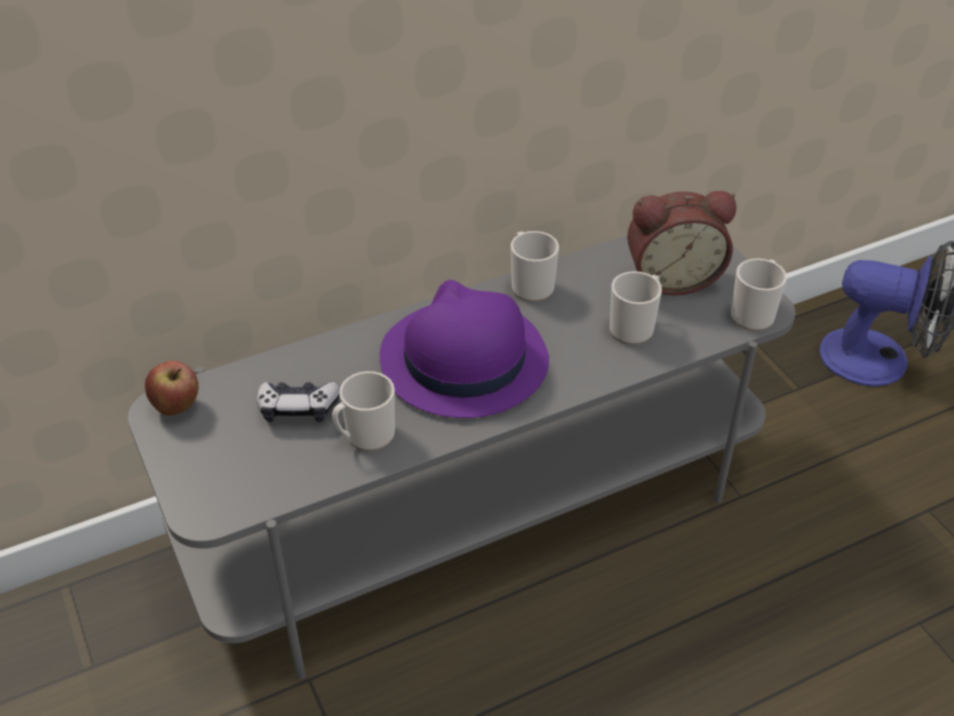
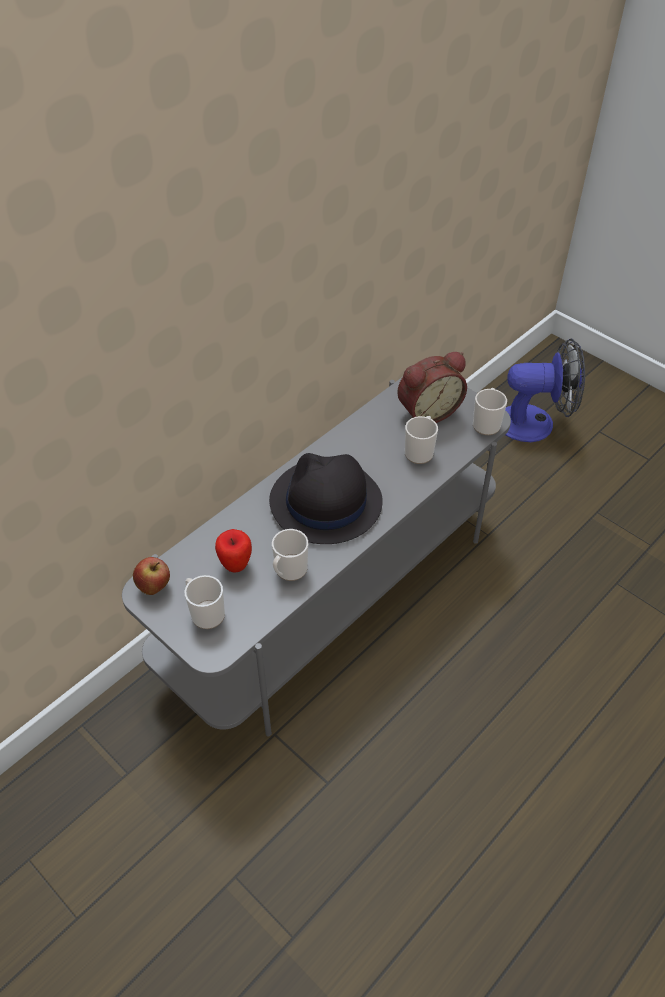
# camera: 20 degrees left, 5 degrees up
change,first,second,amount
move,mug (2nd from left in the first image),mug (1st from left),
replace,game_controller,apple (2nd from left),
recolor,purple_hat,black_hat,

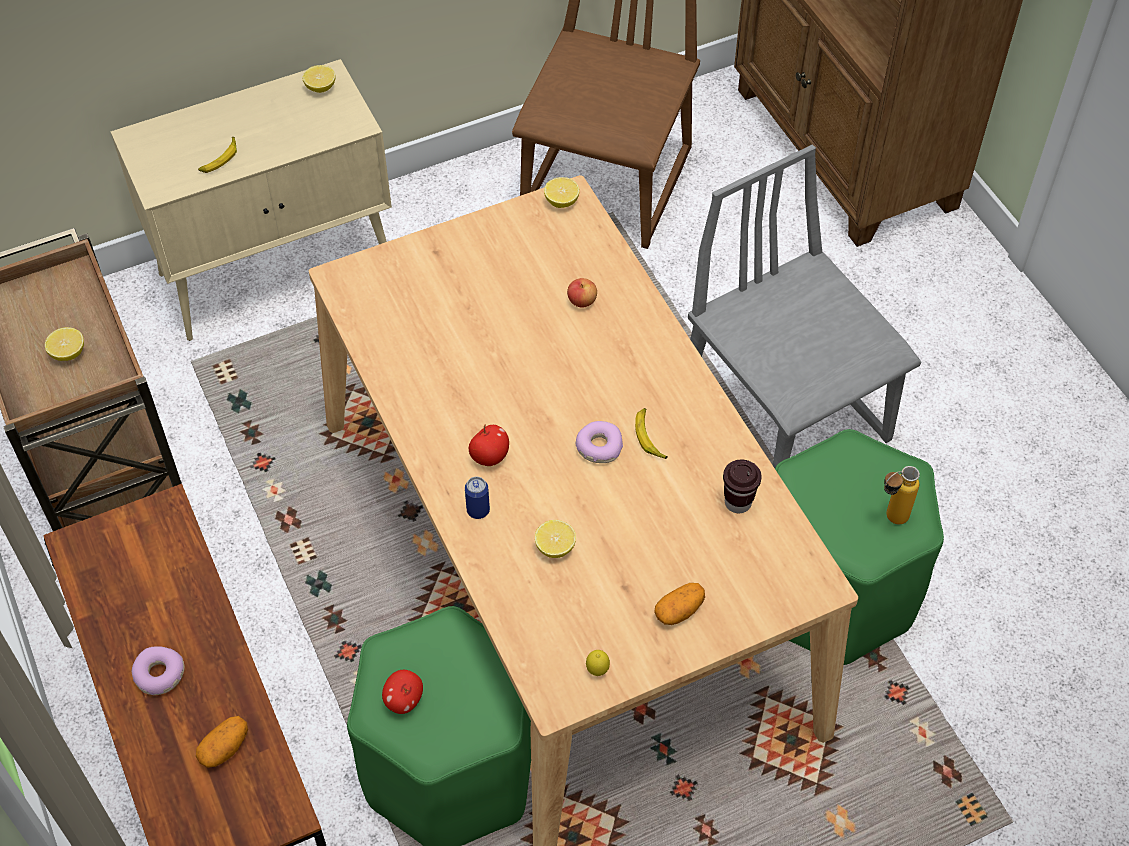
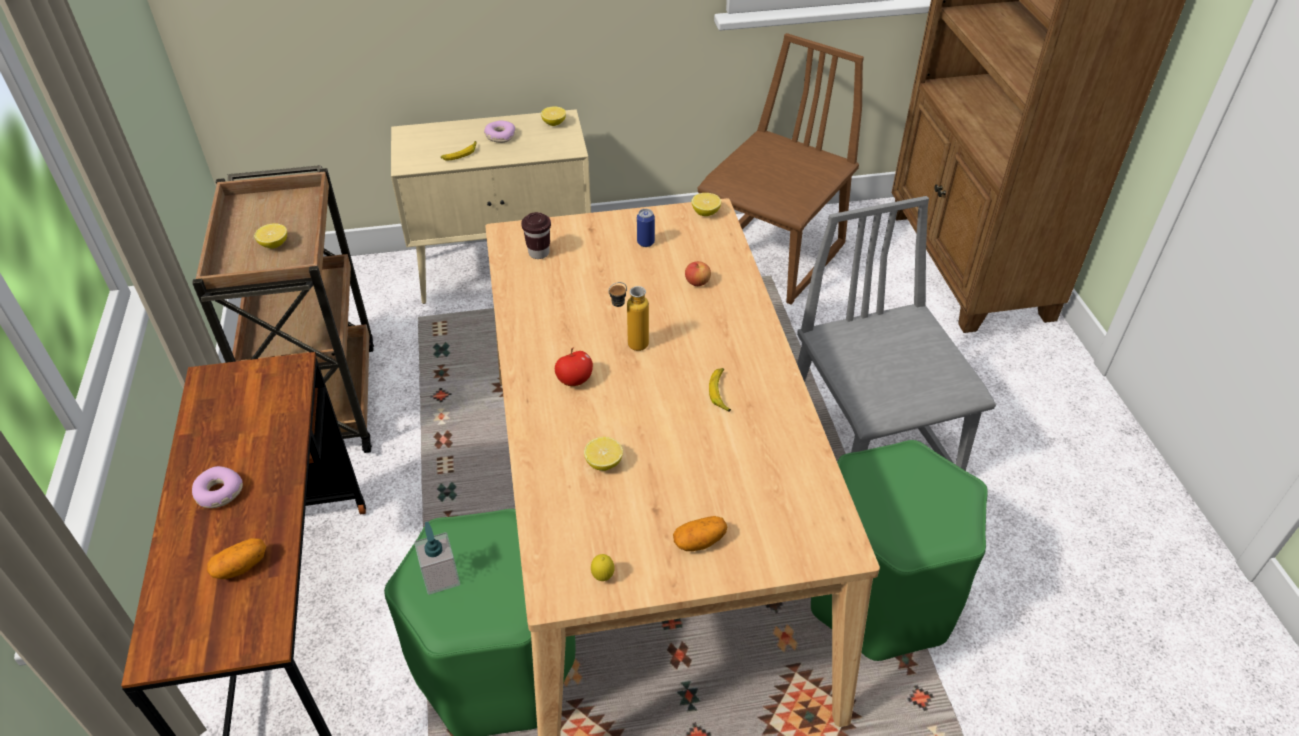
# camera: 15 degrees right, 10 degrees down
change,first,second,amount
replace,apple (1st from left),soap_dispenser,
move,donut (2nd from left),,
move,brown_cup,,
move,bottle,,
move,can,,

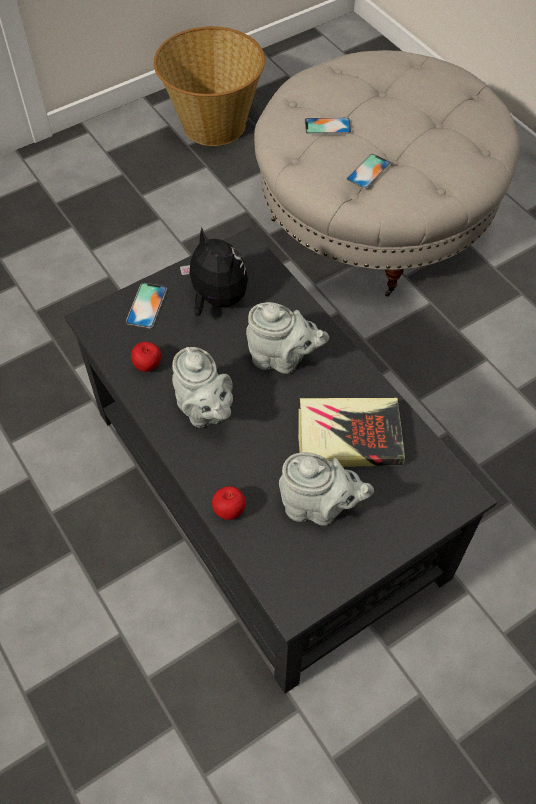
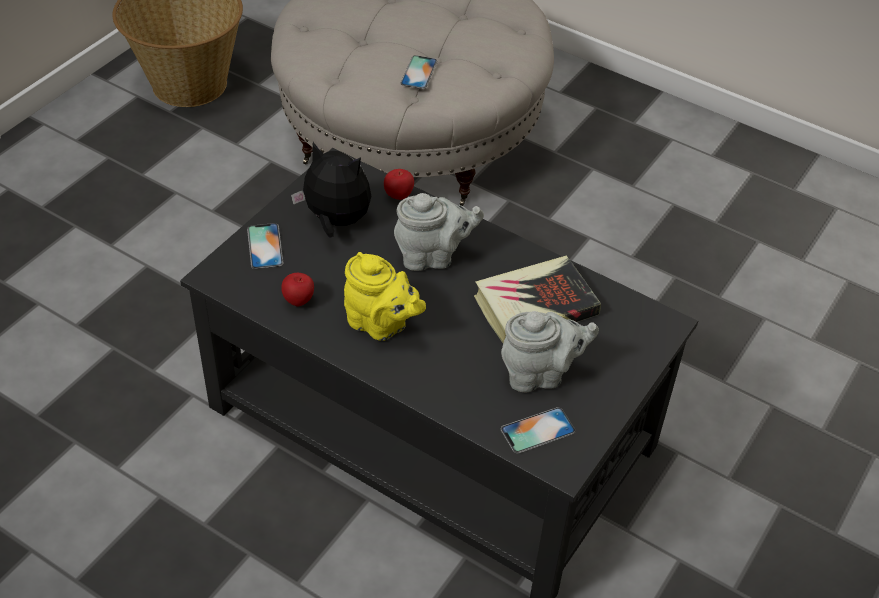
# camera: 25 degrees left, 10 degrees down
change,first,second,amount
recolor,grey_teapot (1st from left),yellow_teapot,
move,apple (2nd from left),,
move,phone (2nd from left in the first image),phone (3rd from left),

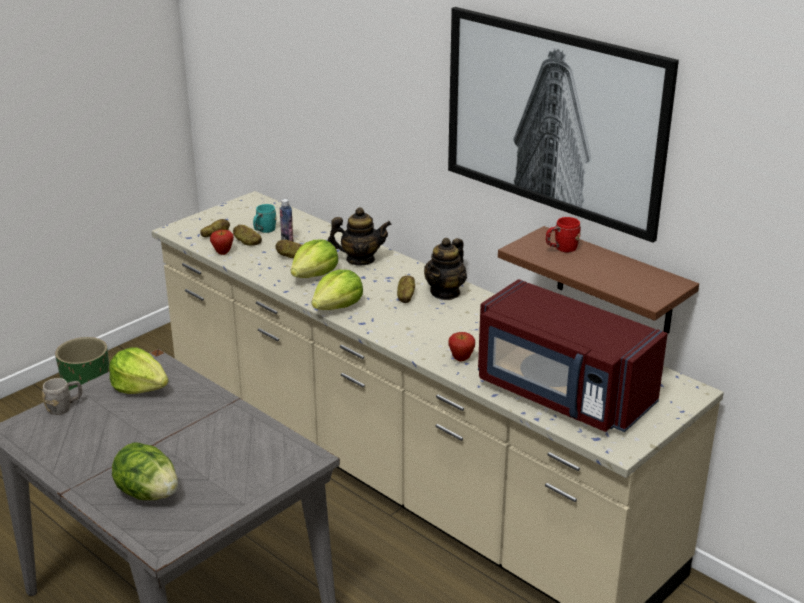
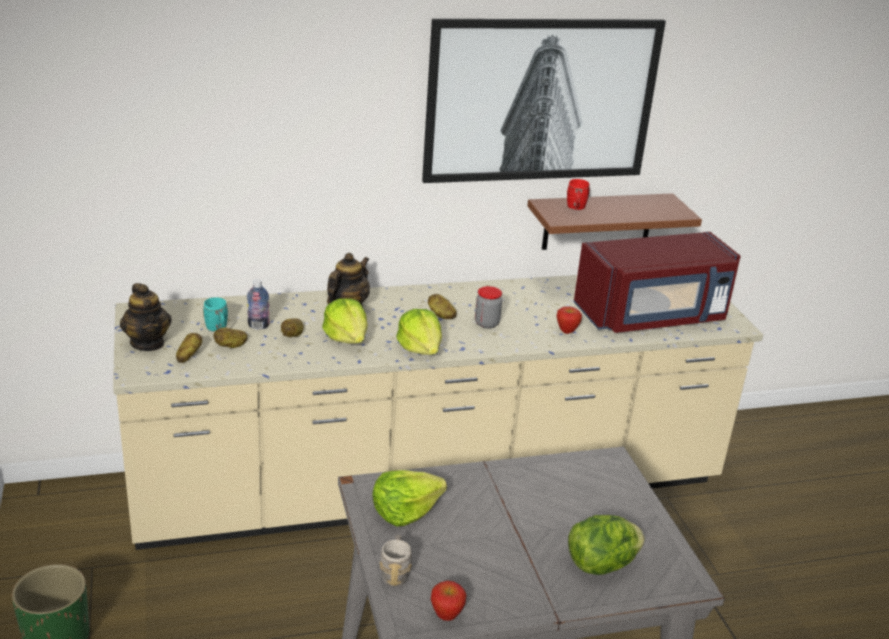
# camera: 60 degrees left, 0 degrees up
change,first,second,amount
move,teapot (2nd from left in the first image),teapot (1st from left),
move,apple (1st from left),,
insert,,jar,

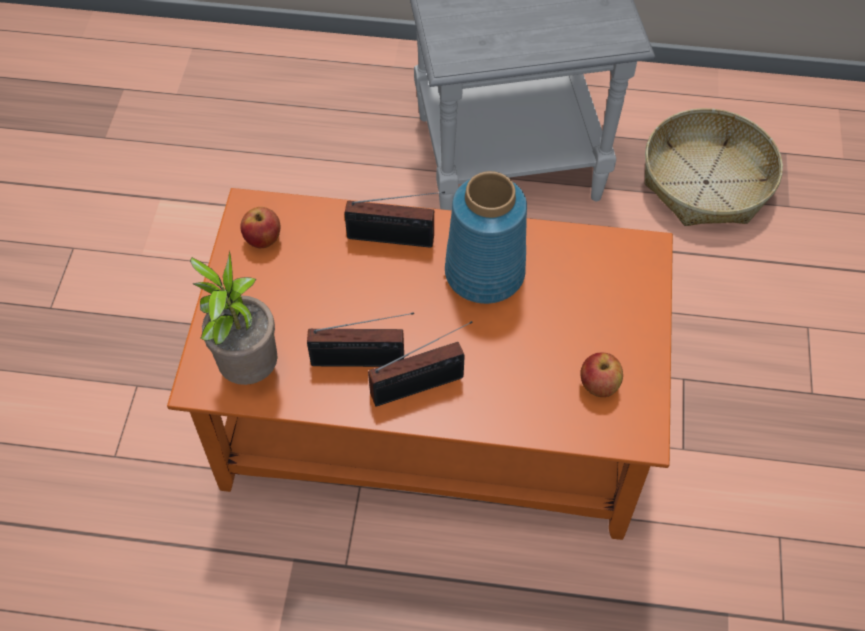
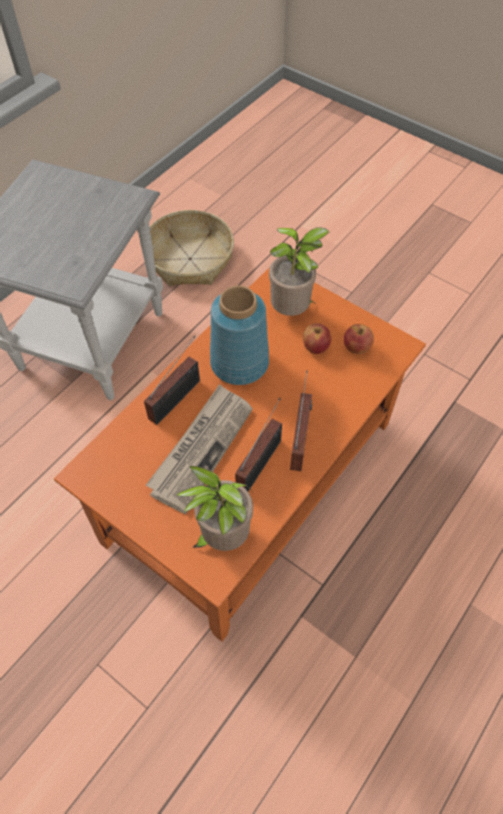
# camera: 60 degrees left, 0 degrees up
change,first,second,amount
insert,,newspaper,
insert,,potted_plant (2nd from left),
move,apple (1st from left),,

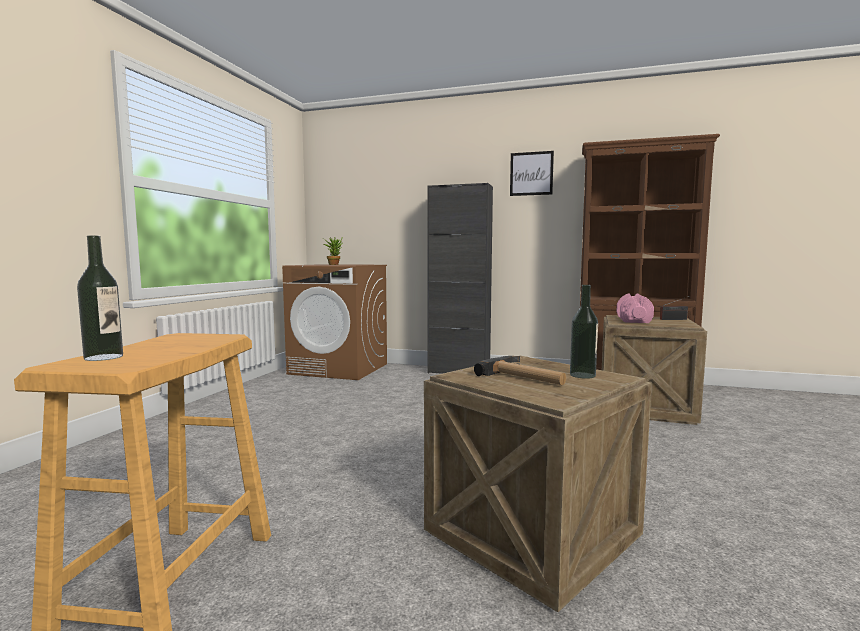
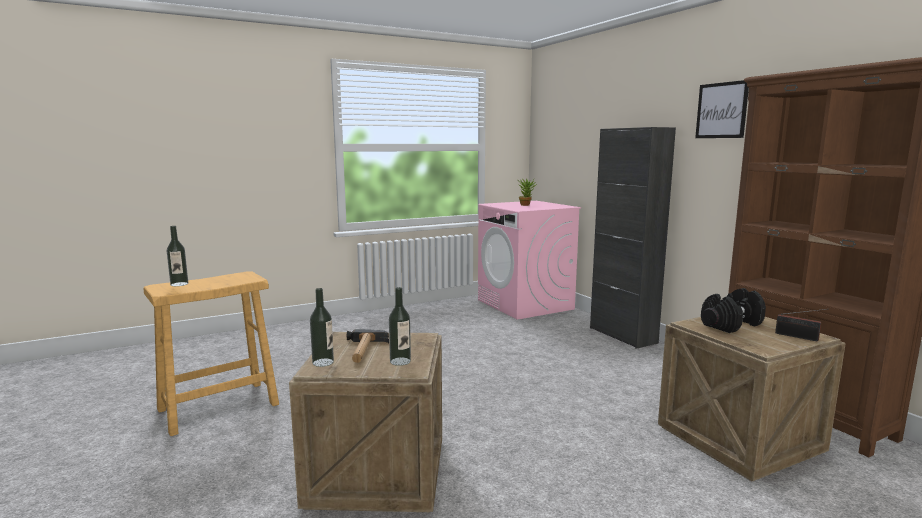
# camera: 45 degrees right, 5 degrees up
change,first,second,amount
insert,,bottle (2nd from left),
recolor,brown_washing_machine,pink_washing_machine,
recolor,pink_dumbbell,black_dumbbell,

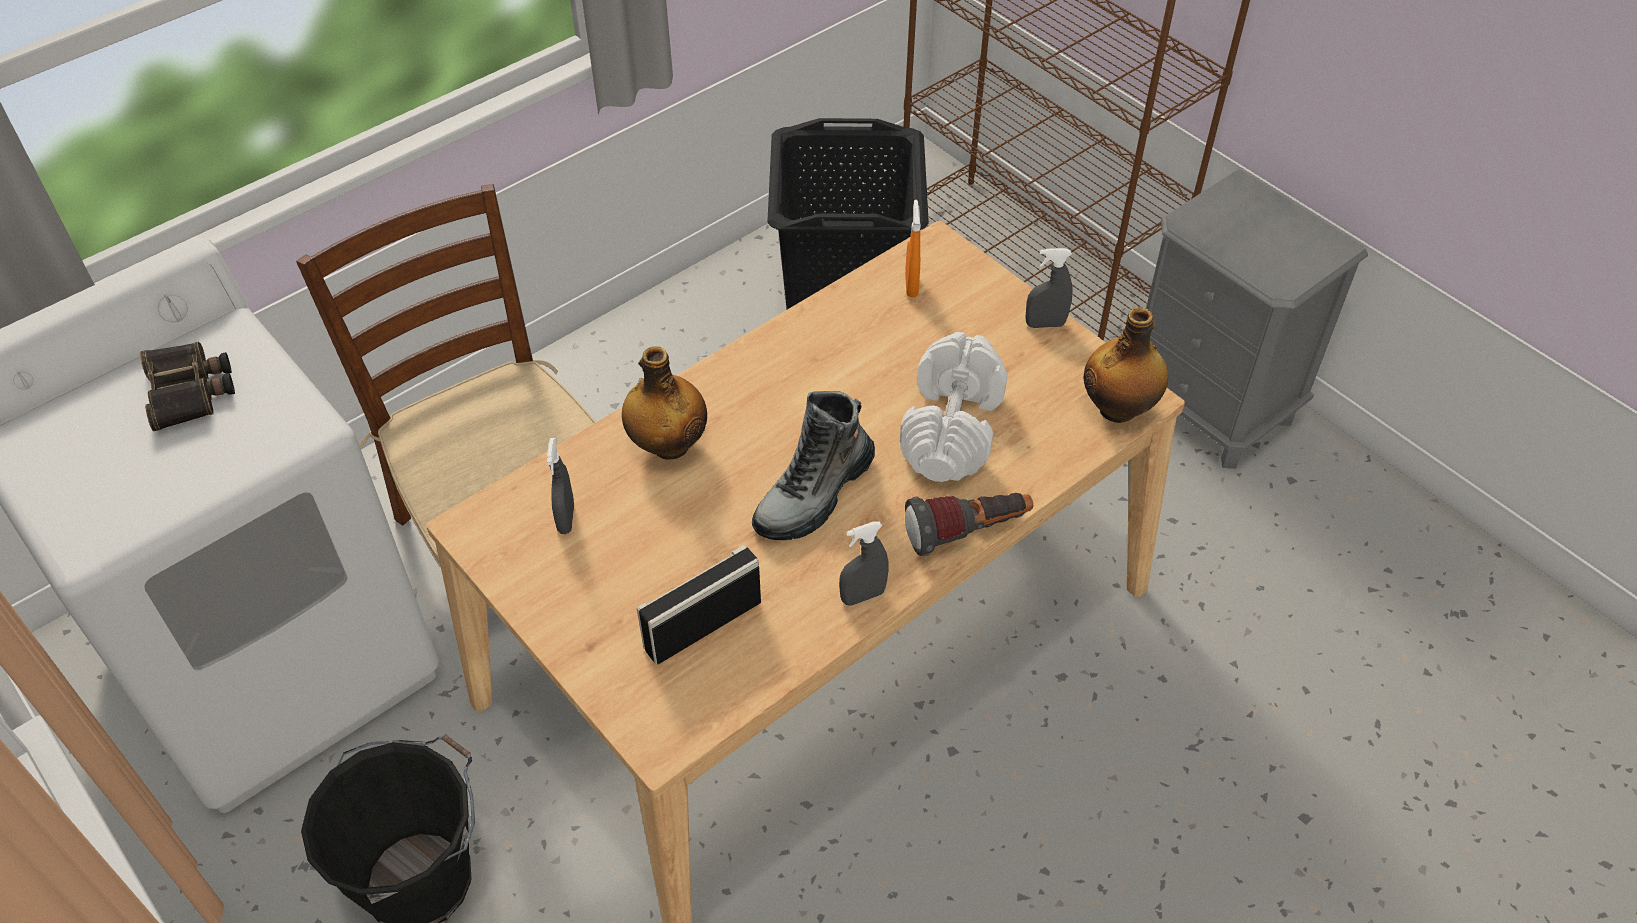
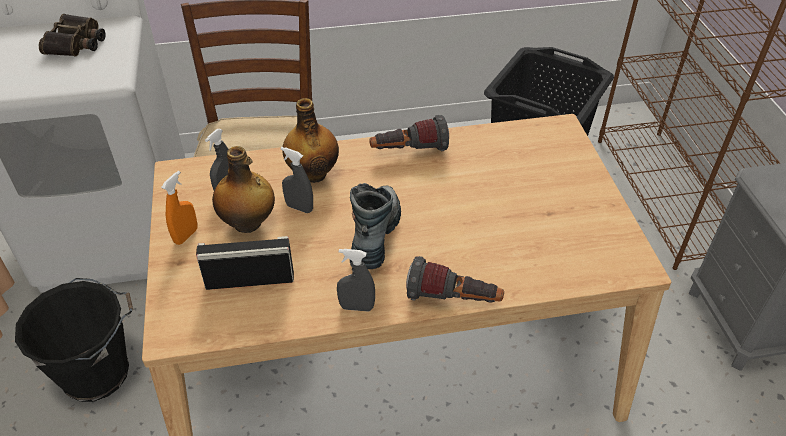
# camera: 30 degrees right, 5 degrees down
change,first,second,amount
move,orange_spray_bottle,,
move,bottle (2nd from left in the first image),bottle (1st from left),
move,grey_spray_bottle (3rd from left in the first image),grey_spray_bottle (2nd from left),
rotate,boot,,120 degrees clockwise
insert,,flashlight (1st from left),
delete,white_dumbbell,,

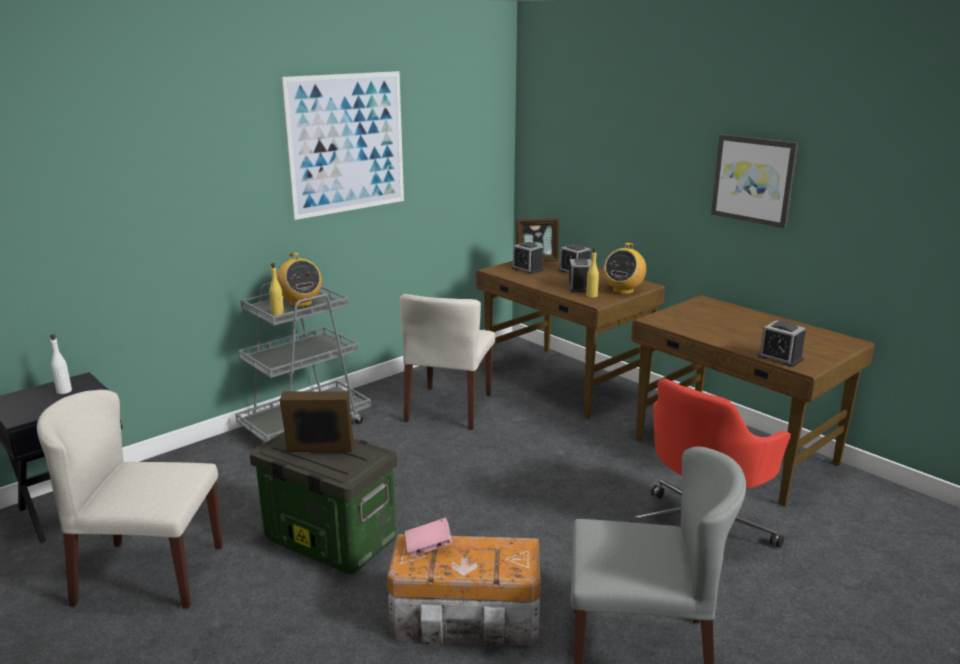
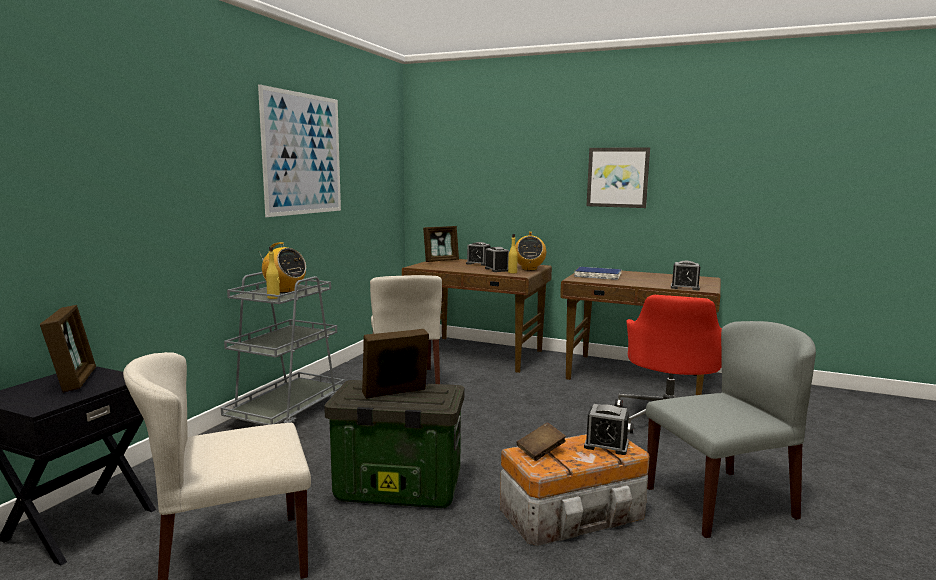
# camera: 25 degrees left, 10 degrees down
change,first,second,amount
replace,white_bottle,picture_frame (1st from left),
recolor,pink_book,brown_book,
insert,,blue_book,
move,alarm_clock (1st from left in the first image),alarm_clock (3rd from left),

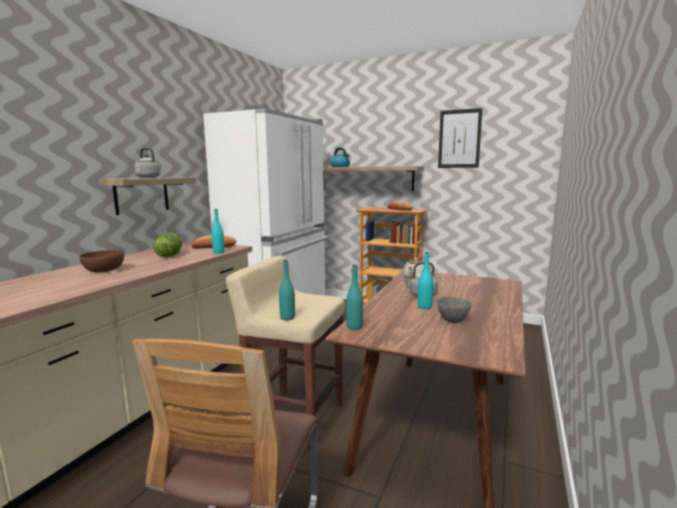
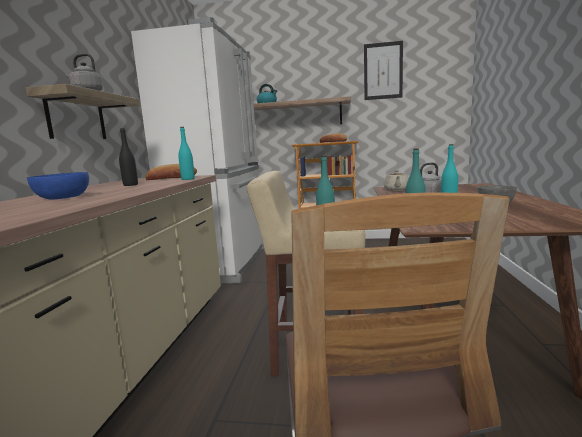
# camera: 15 degrees left, 0 degrees up
change,first,second,amount
recolor,brown_bowl,blue_bowl,
replace,lettuce,black_bottle,

